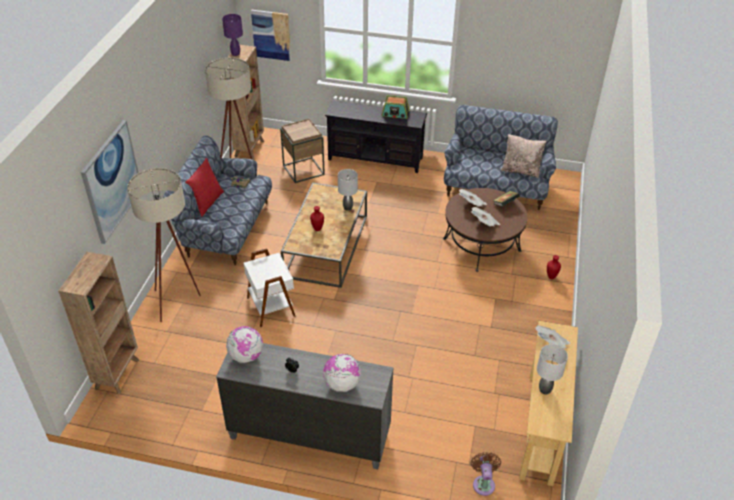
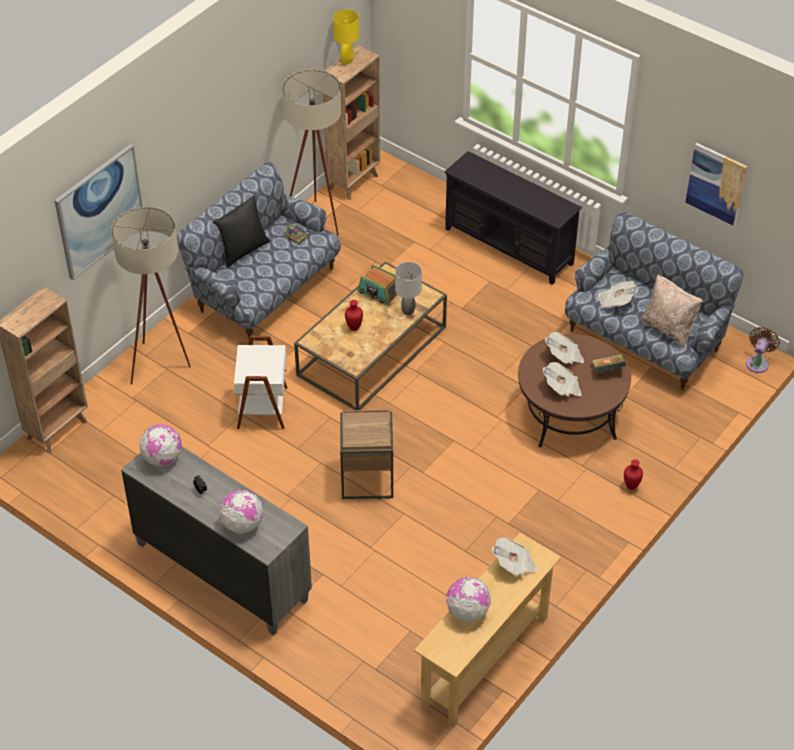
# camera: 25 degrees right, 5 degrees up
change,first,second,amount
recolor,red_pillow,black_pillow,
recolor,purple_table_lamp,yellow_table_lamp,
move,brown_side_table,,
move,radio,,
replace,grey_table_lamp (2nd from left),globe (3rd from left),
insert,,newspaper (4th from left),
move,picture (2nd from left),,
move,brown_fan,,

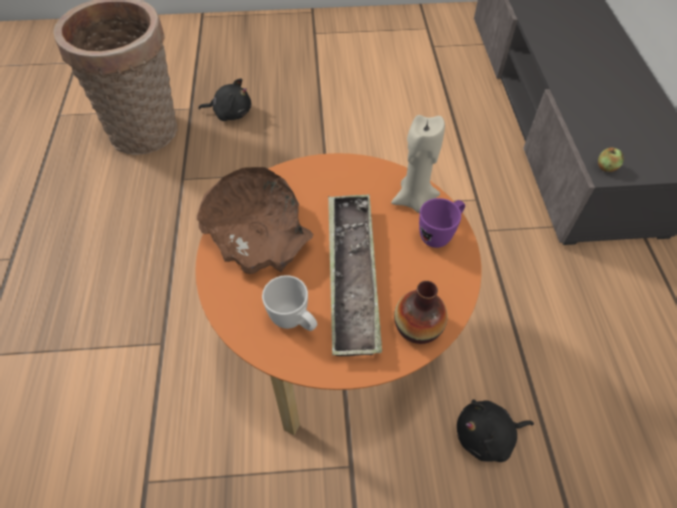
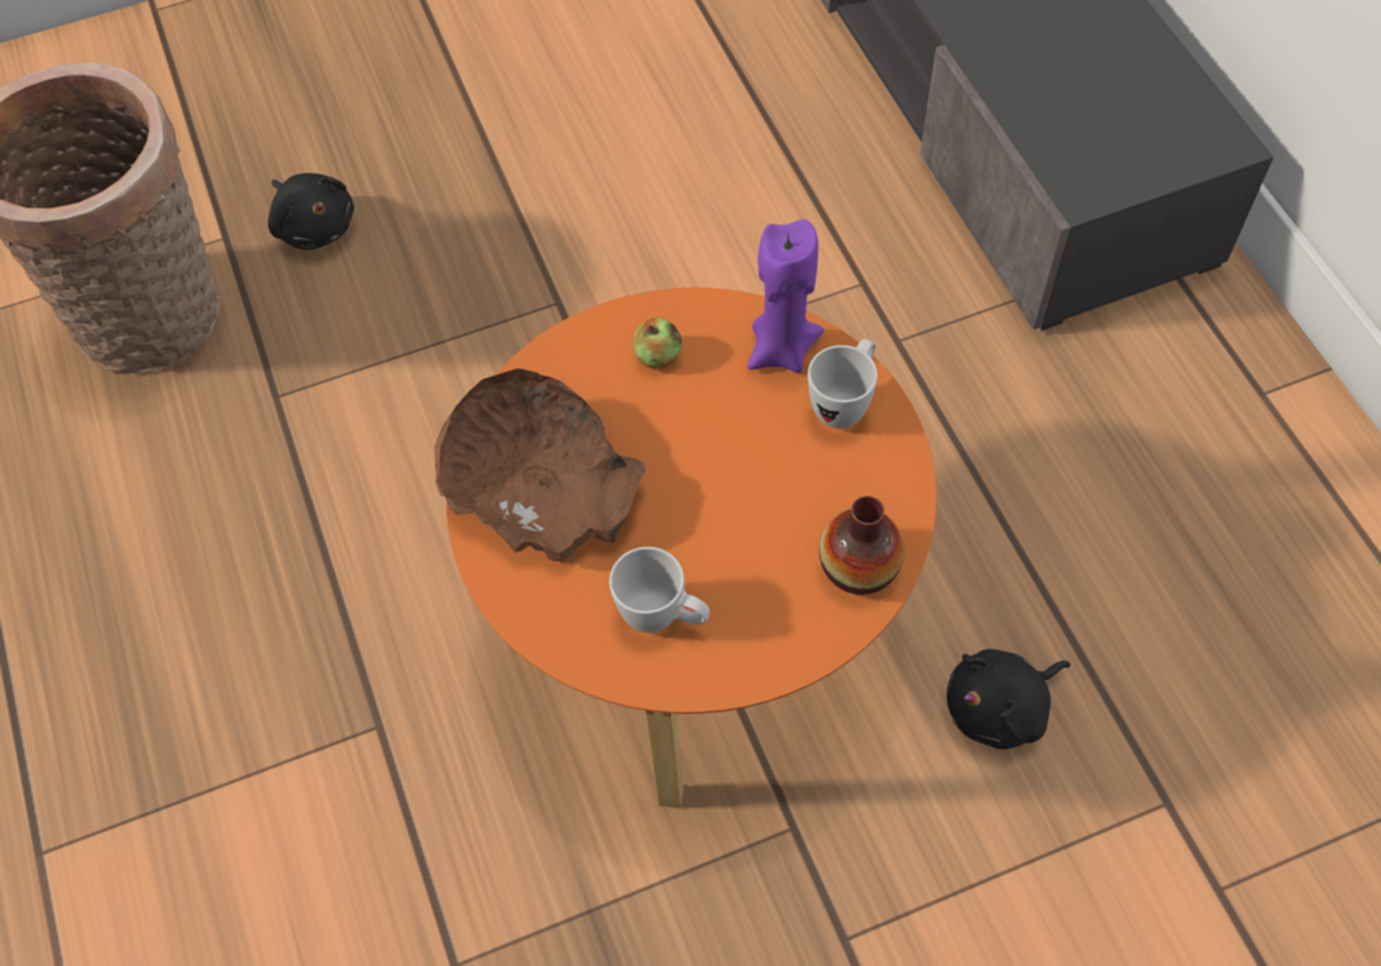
# camera: 15 degrees left, 5 degrees up
change,first,second,amount
rotate,black_plush_toy (1st from left),,60 degrees clockwise
move,apple,,
recolor,beige_candle,purple_candle,
recolor,purple_mug,white_mug (2nd from left),
delete,tray,,

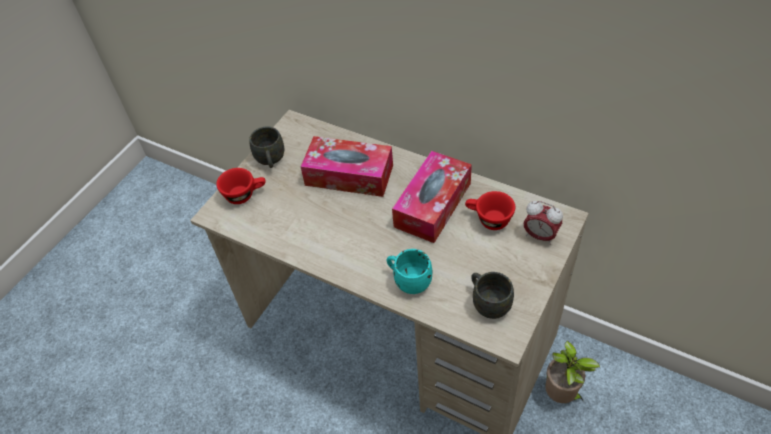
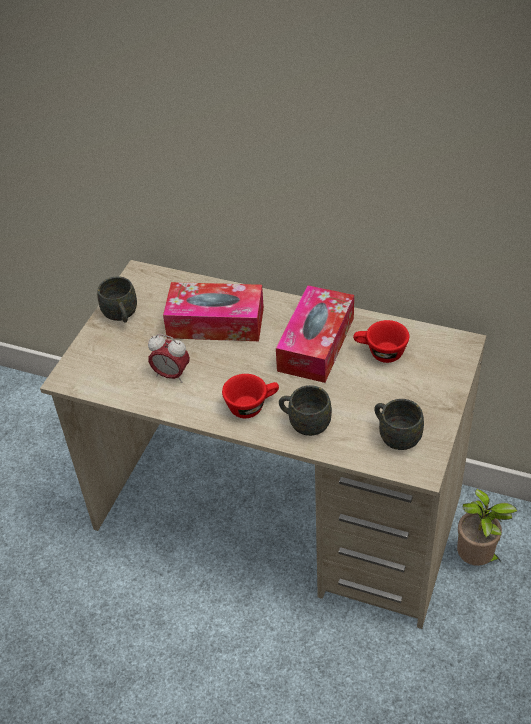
# camera: 10 degrees left, 5 degrees down
change,first,second,amount
move,alarm_clock,,
move,red_cup (1st from left),,
recolor,turquoise_mug,grey_mug (2nd from left),

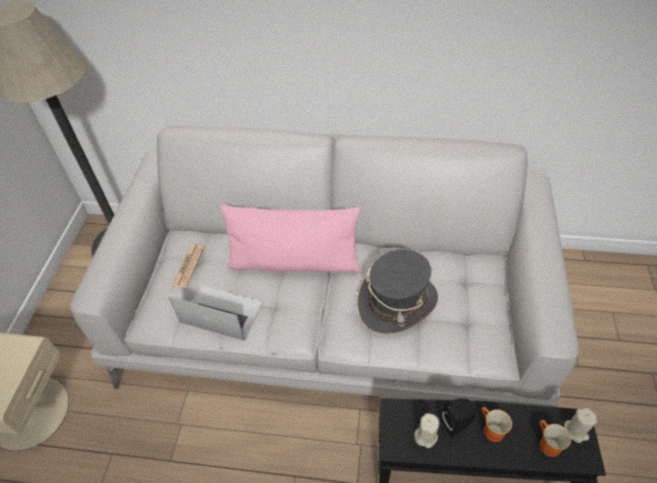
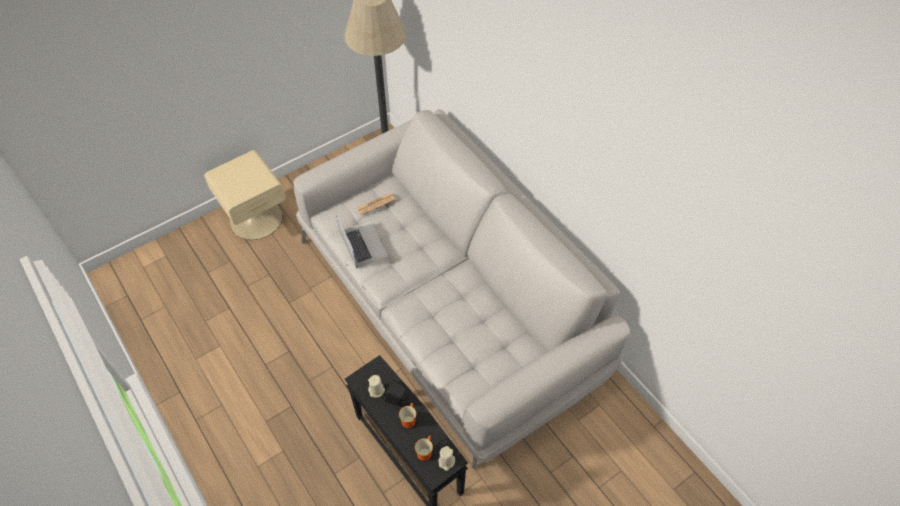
# camera: 45 degrees right, 5 degrees up
change,first,second,amount
delete,pink_pillow,,
delete,grey_hat,,

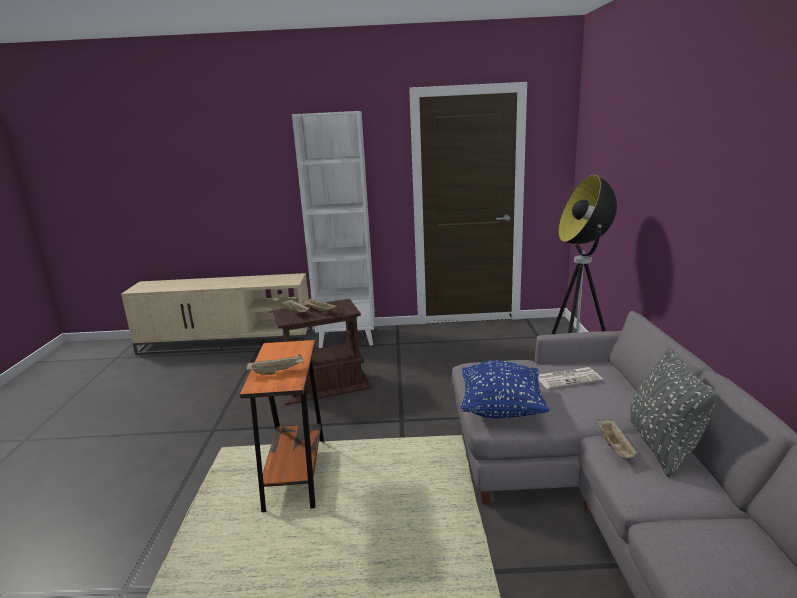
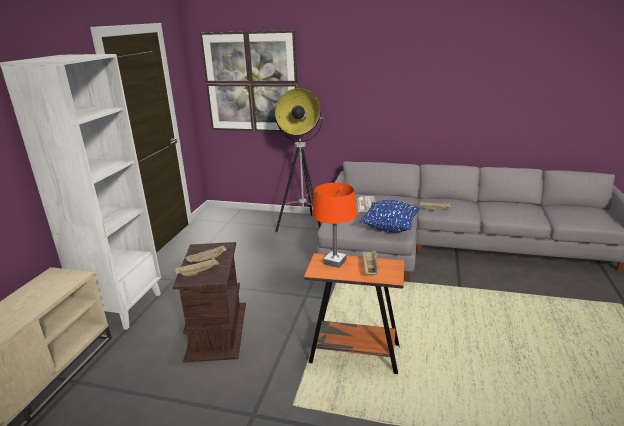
# camera: 75 degrees left, 5 degrees up
change,first,second,amount
insert,,picture,
insert,,orange_table_lamp,
delete,grey_pillow,,

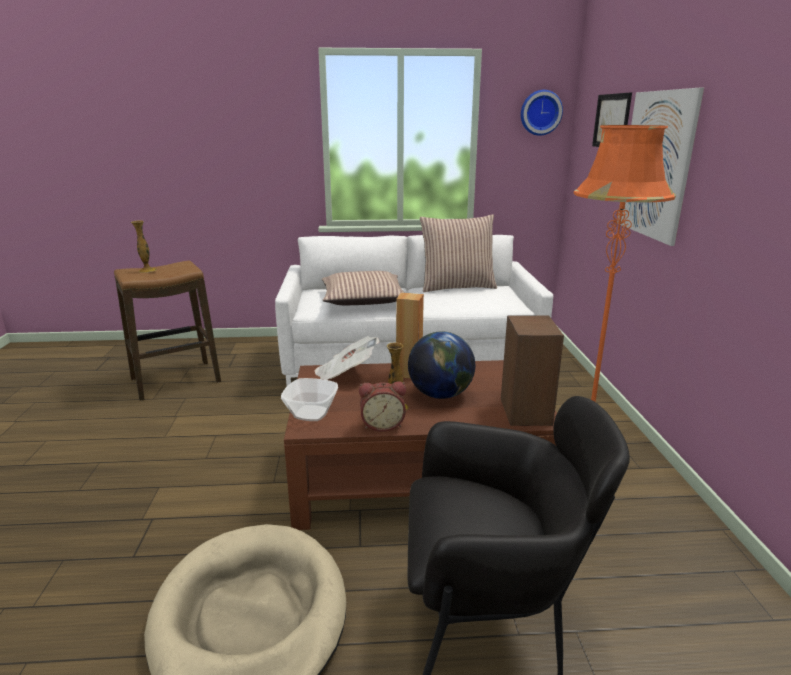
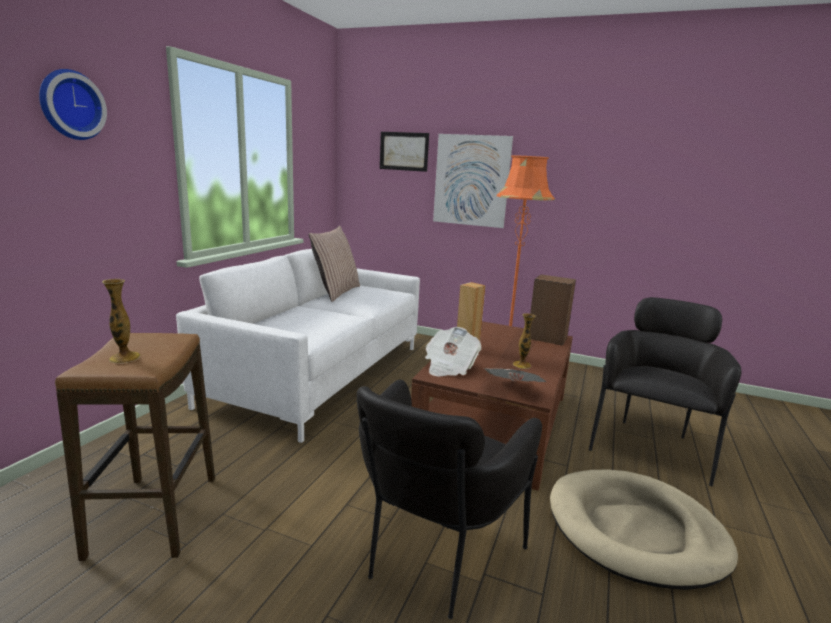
# camera: 65 degrees left, 5 degrees down
change,first,second,amount
move,wall_clock,,
insert,,black_armchair (1st from left),
replace,bowl,newspaper (2nd from left),
delete,pillow (1st from left),,
delete,alarm_clock,,
delete,globe,,

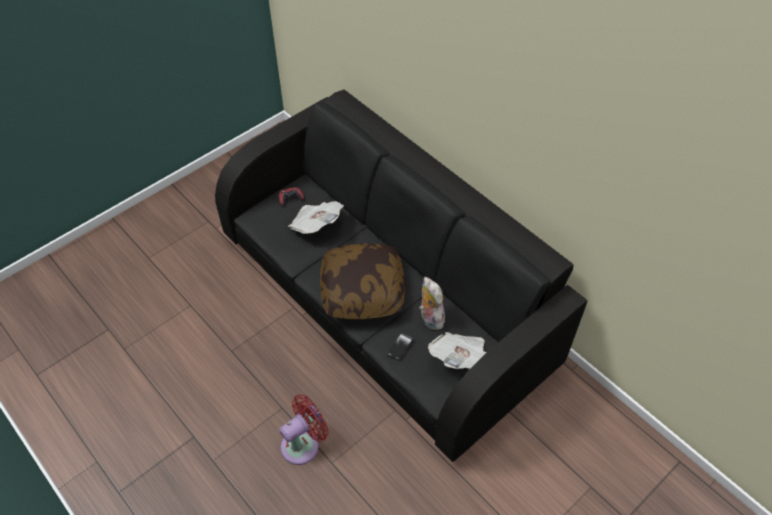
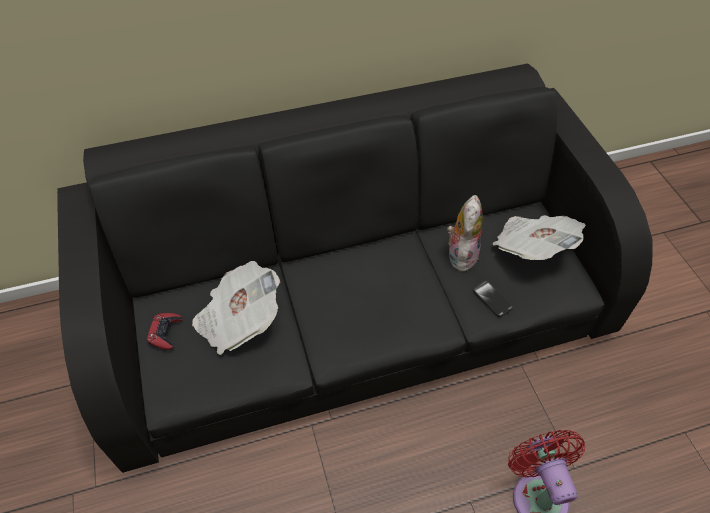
# camera: 65 degrees left, 0 degrees up
change,first,second,amount
rotate,plush_toy,,105 degrees clockwise
delete,pillow,,

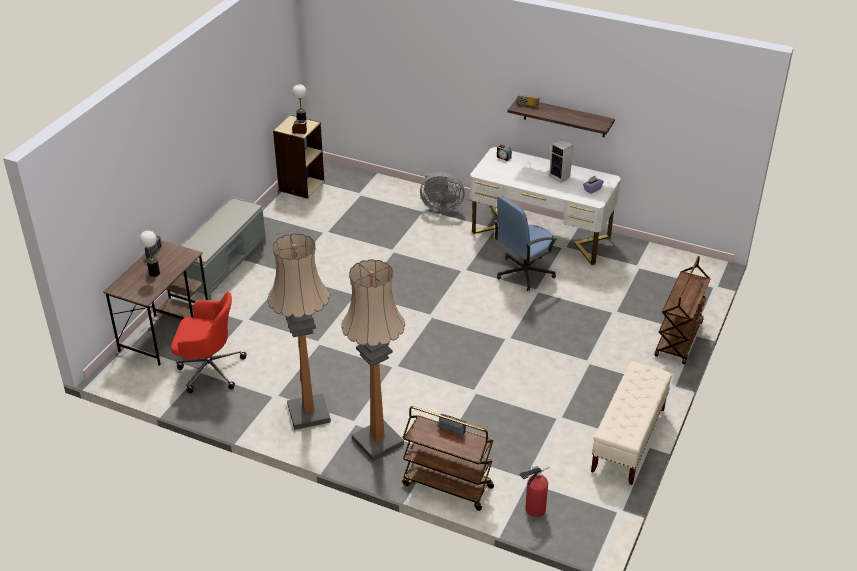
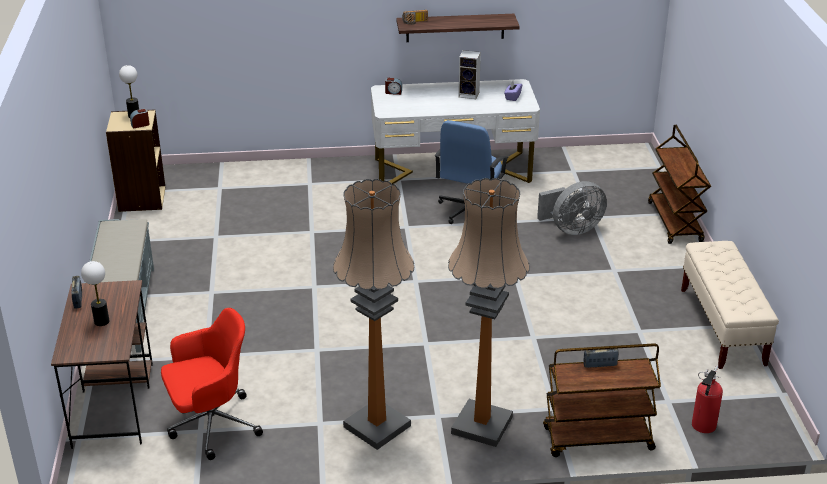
# camera: 30 degrees left, 5 degrees down
change,first,second,amount
move,grey_fan,,

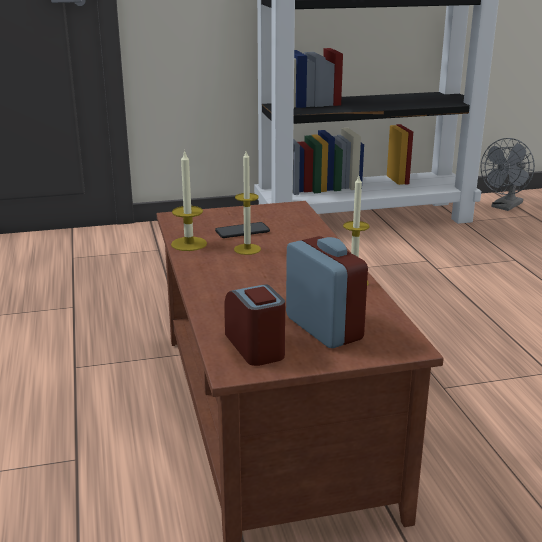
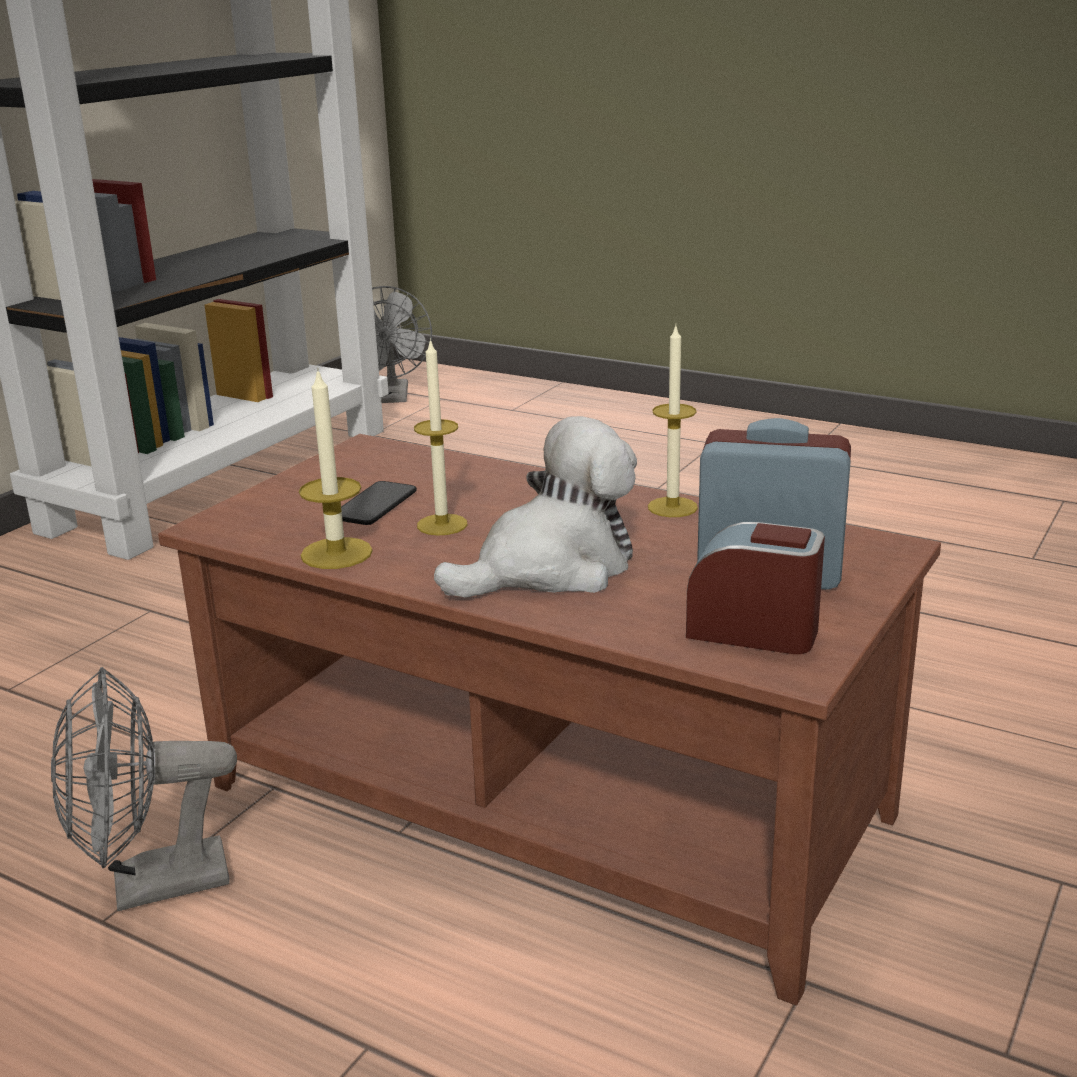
# camera: 45 degrees left, 0 degrees up
change,first,second,amount
insert,,grey_fan (1st from left),
insert,,plush_toy,

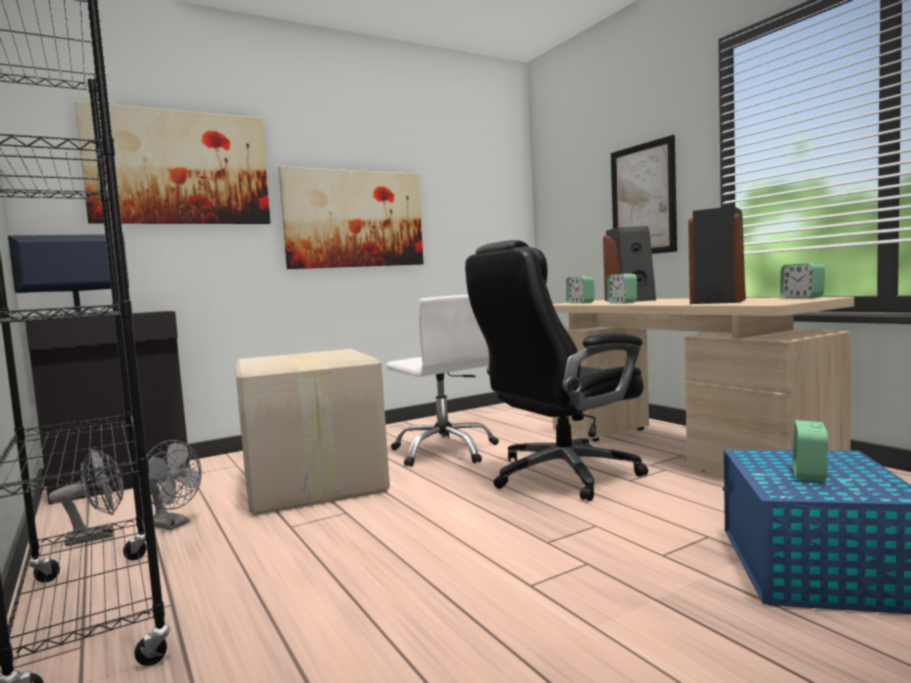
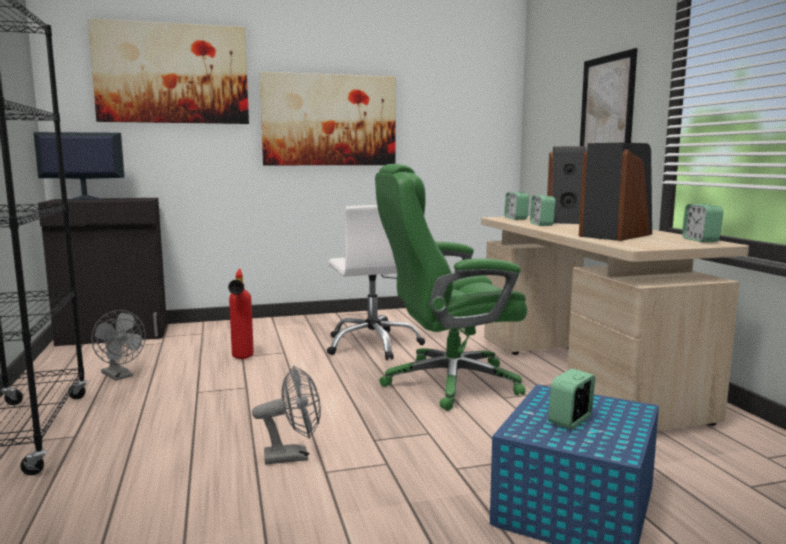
# camera: 15 degrees right, 5 degrees up
change,first,second,amount
replace,cardboard_box,fire_extinguisher,
move,grey_fan (1st from left in the first image),grey_fan (2nd from left),
recolor,black_office_chair,green_office_chair,

